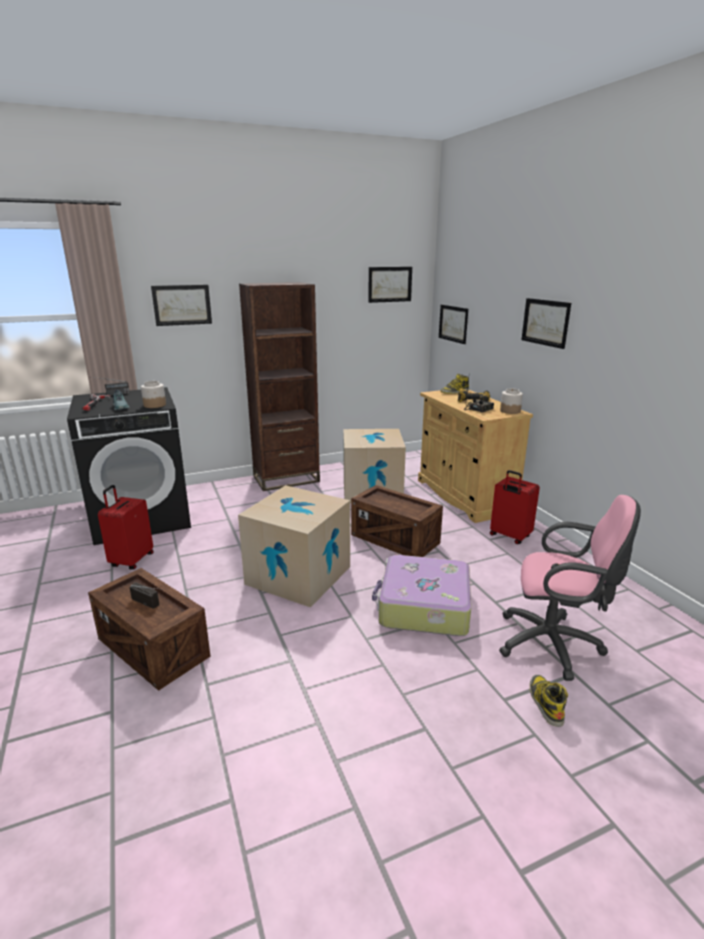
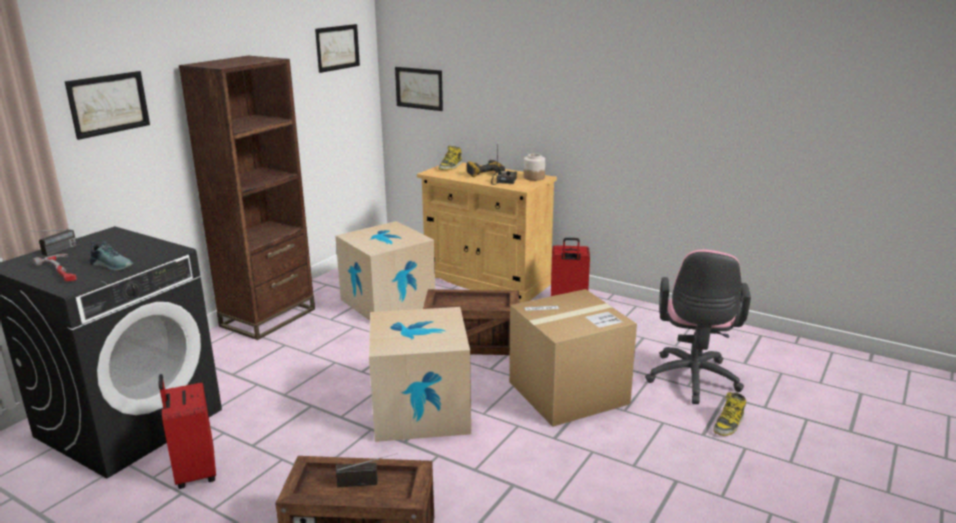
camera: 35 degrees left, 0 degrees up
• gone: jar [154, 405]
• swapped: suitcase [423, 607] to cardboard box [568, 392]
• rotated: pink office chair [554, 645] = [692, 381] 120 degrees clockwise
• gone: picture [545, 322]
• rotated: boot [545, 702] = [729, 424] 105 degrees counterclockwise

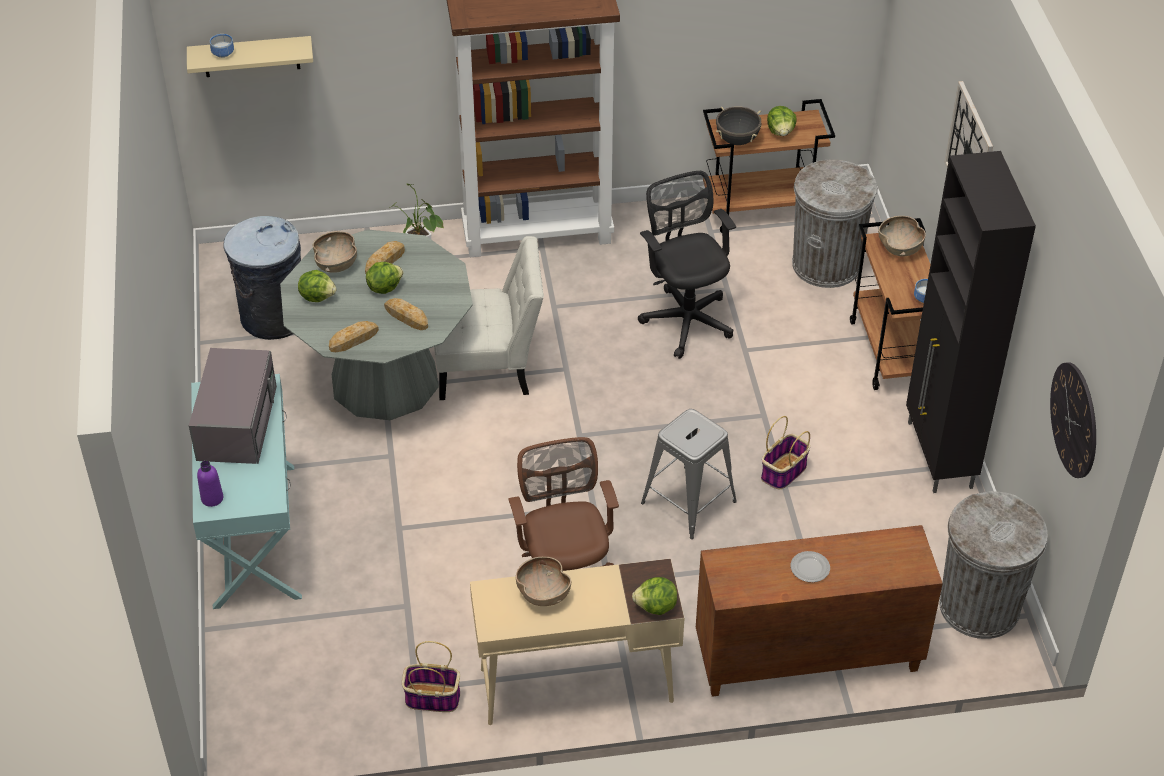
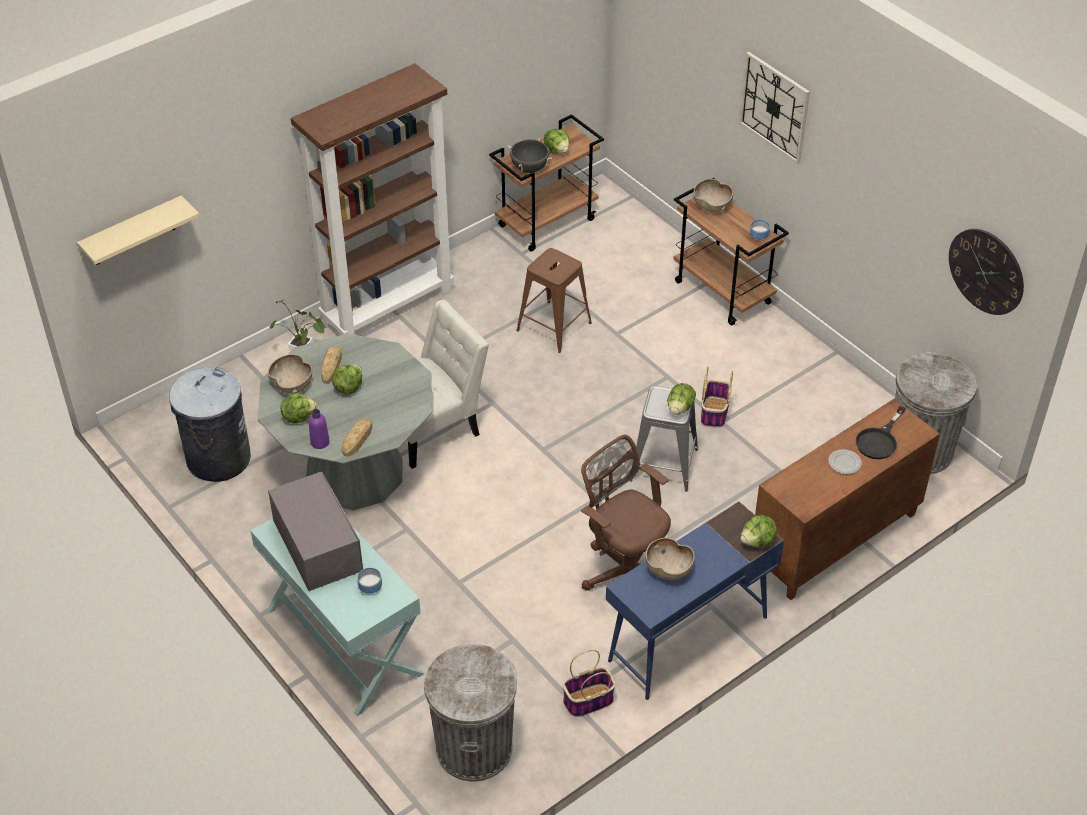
camera: 30 degrees left, 0 degrees up
• shifted: purple bottle [212, 498] to [320, 442]
• shifted: bowl [222, 53] to [369, 587]
• gone: bread [406, 316]
• repainted: beige desk [575, 685] to blue desk [687, 639]
• swapped: black office chair [686, 318] to brown stool [554, 327]
• shifted: grey trash can [825, 264] to [473, 748]
• gone: black cabinet [939, 456]
• new: lettuce [680, 408]
• new: black frying pan [879, 440]

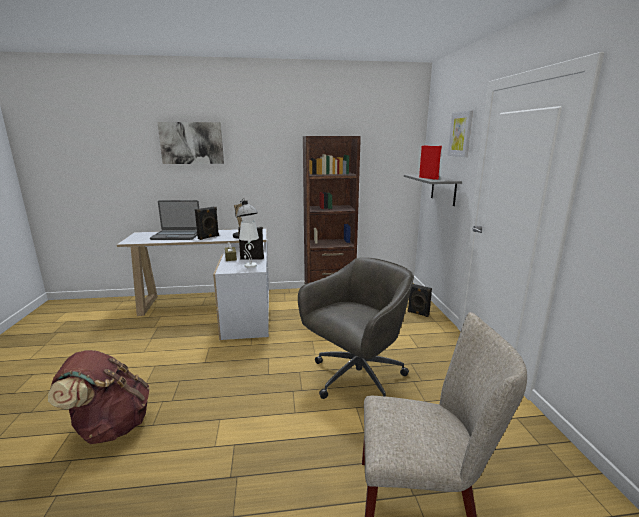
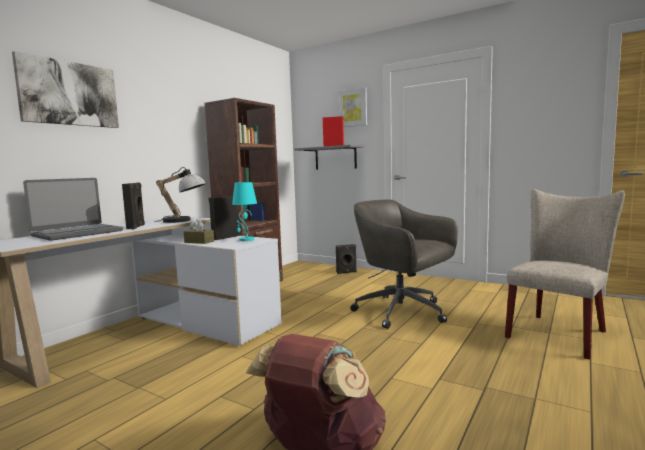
camera: 50 degrees left, 10 degrees down
• repainted: white table lamp [250, 266] to turquoise table lamp [246, 240]
• rotated: grey office chair [355, 378] = [403, 312] 45 degrees counterclockwise

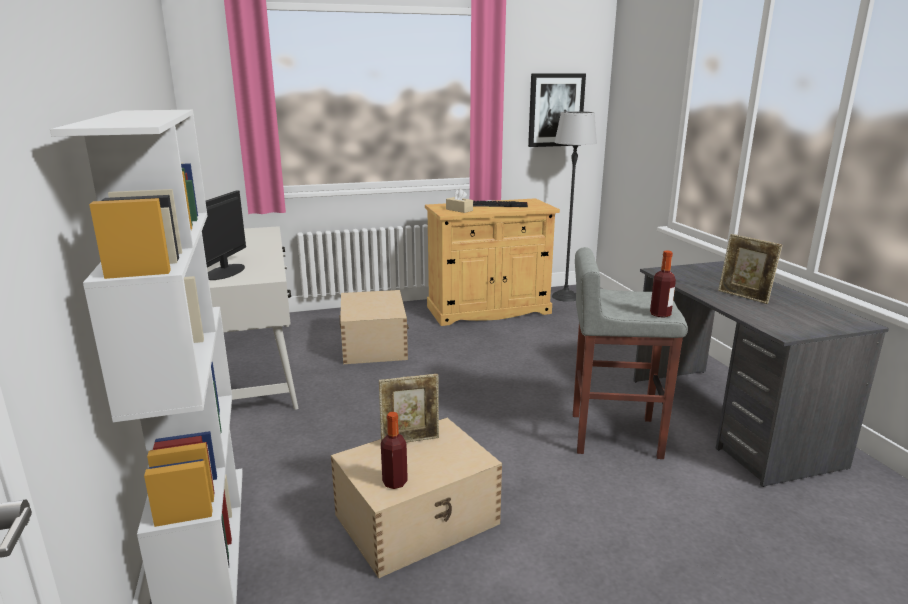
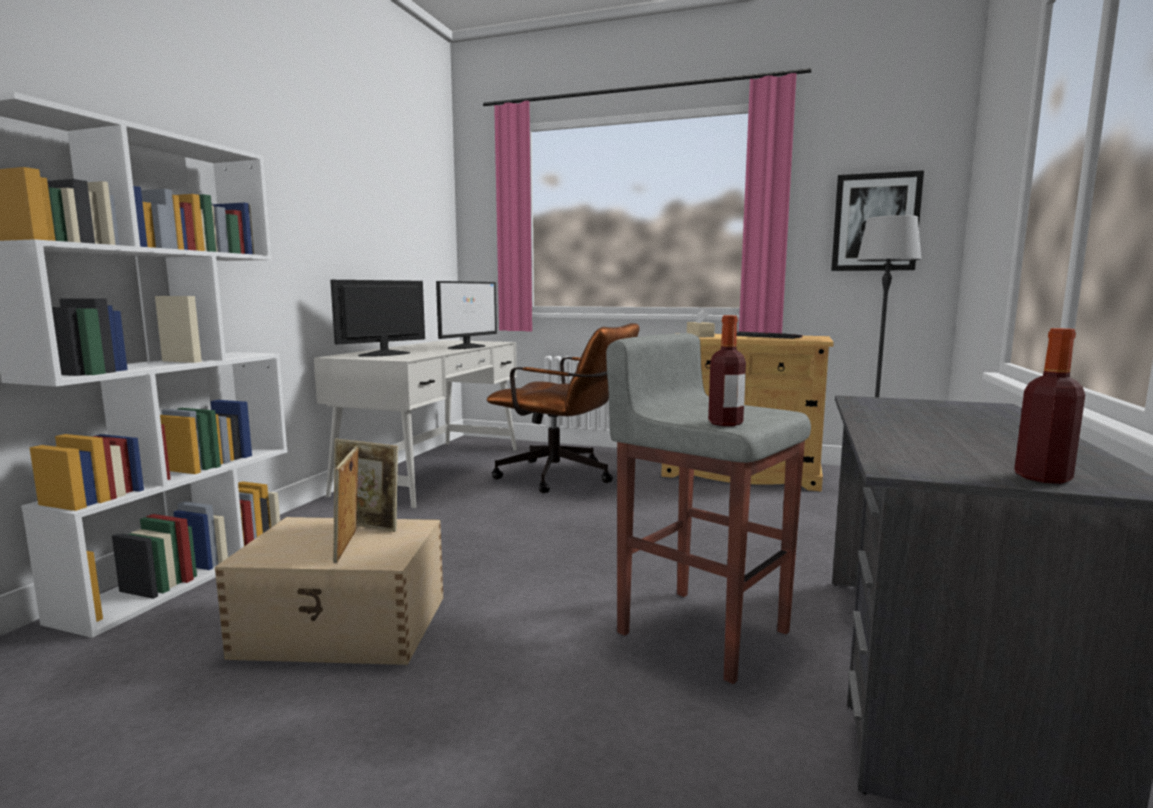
camera: 35 degrees right, 10 degrees down
• swapped: beige storage box [373, 345] to brown office chair [564, 477]
• shifted: bottle [395, 482] to [1042, 478]
• shifted: picture frame [744, 297] to [348, 547]
• new: monitor [467, 347]

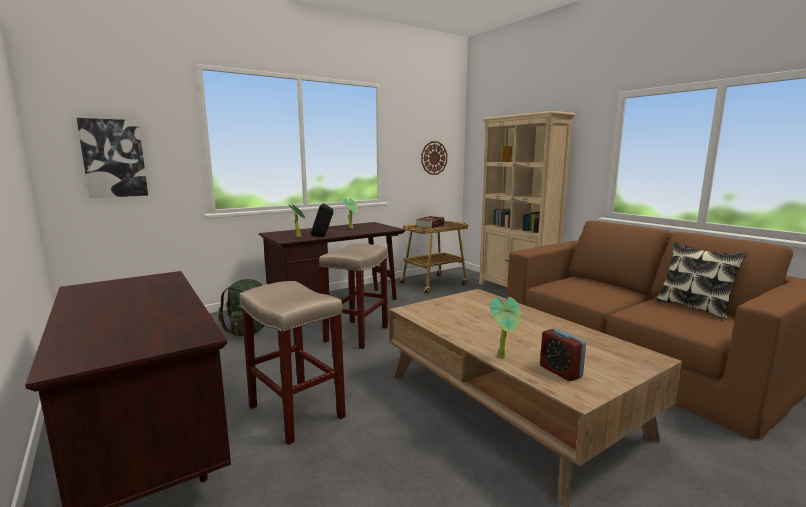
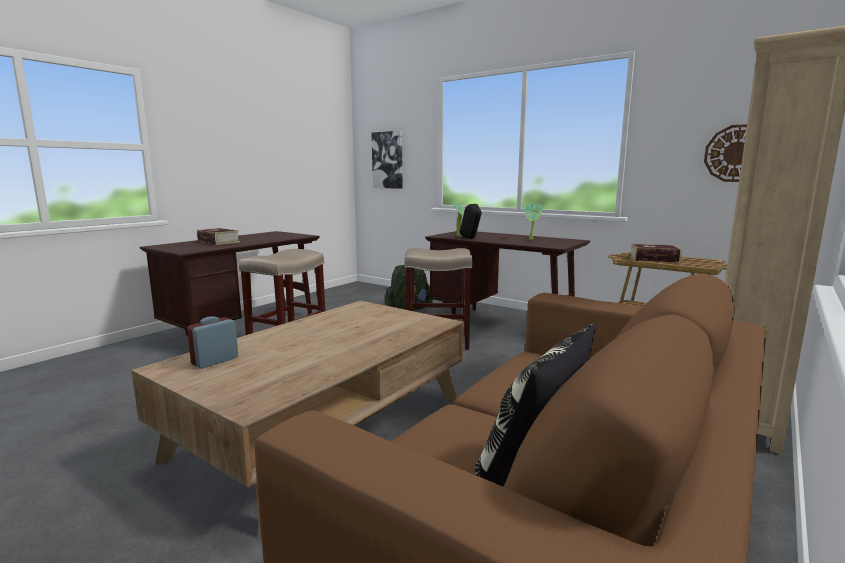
camera: 70 degrees right, 0 degrees up
• gone: potted plant [503, 357]
• new: book [218, 241]

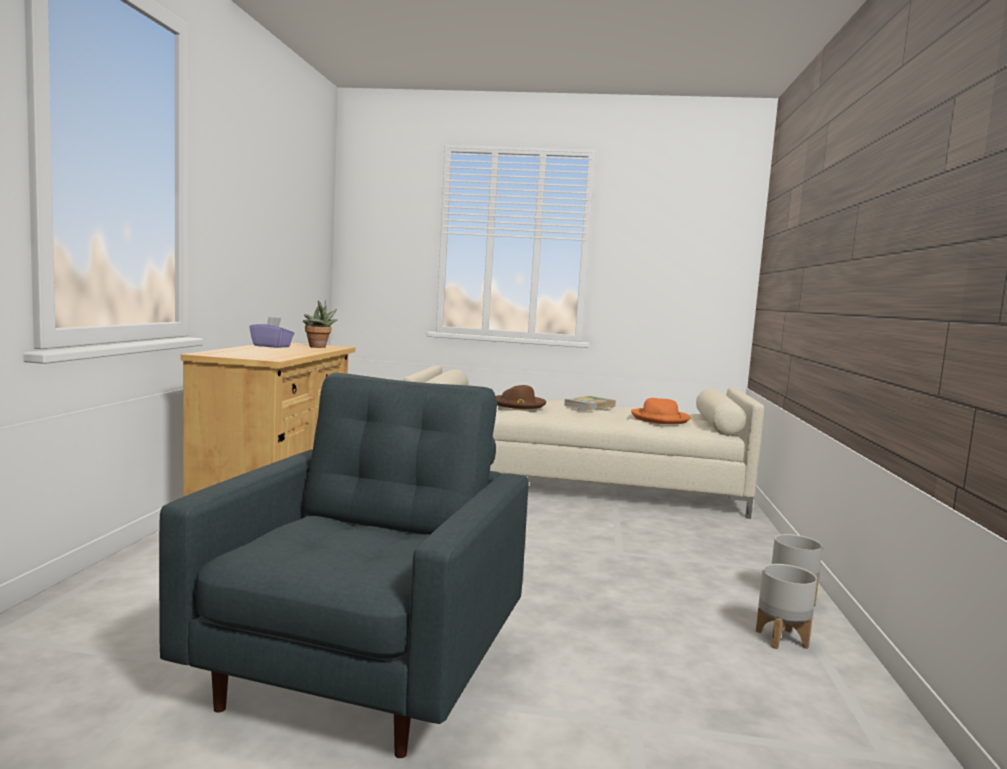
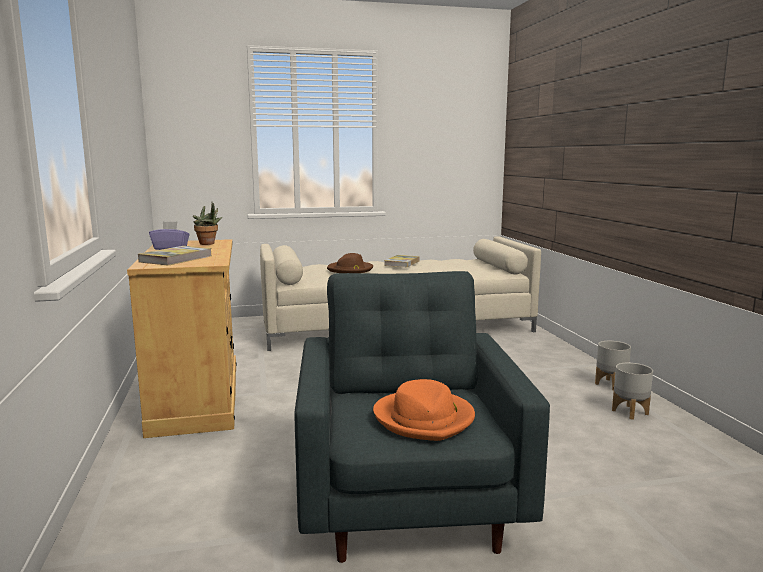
camera: 20 degrees left, 5 degrees up
• shifted: orange hat [660, 419] to [424, 418]
• new: book [176, 259]

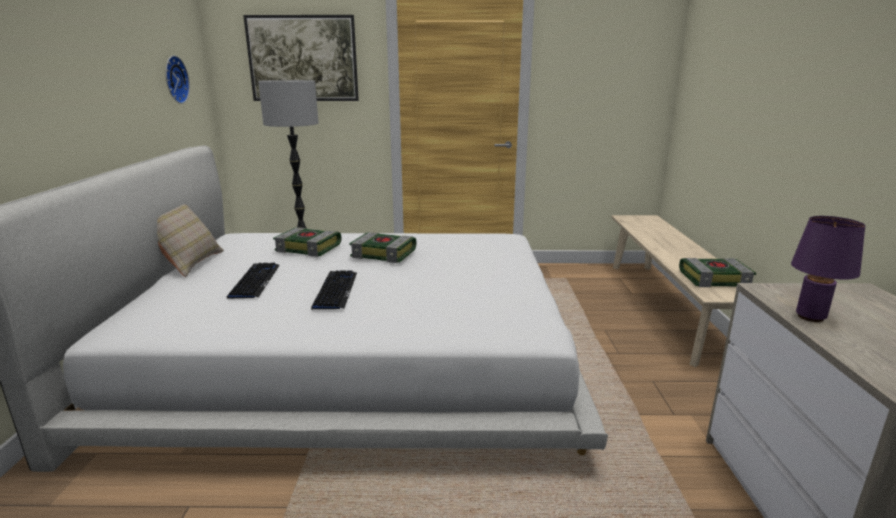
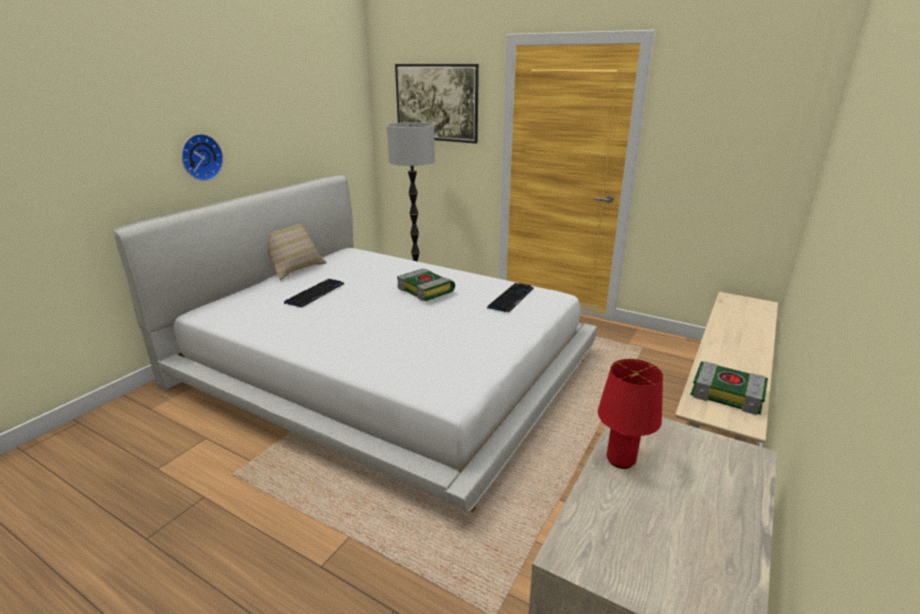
camera: 30 degrees right, 5 degrees up
• shifted: wall clock [174, 79] to [200, 157]
• gone: book [310, 248]
• shifted: keyboard [335, 290] to [511, 298]
• repainted: purple table lamp [810, 317] to red table lamp [621, 460]

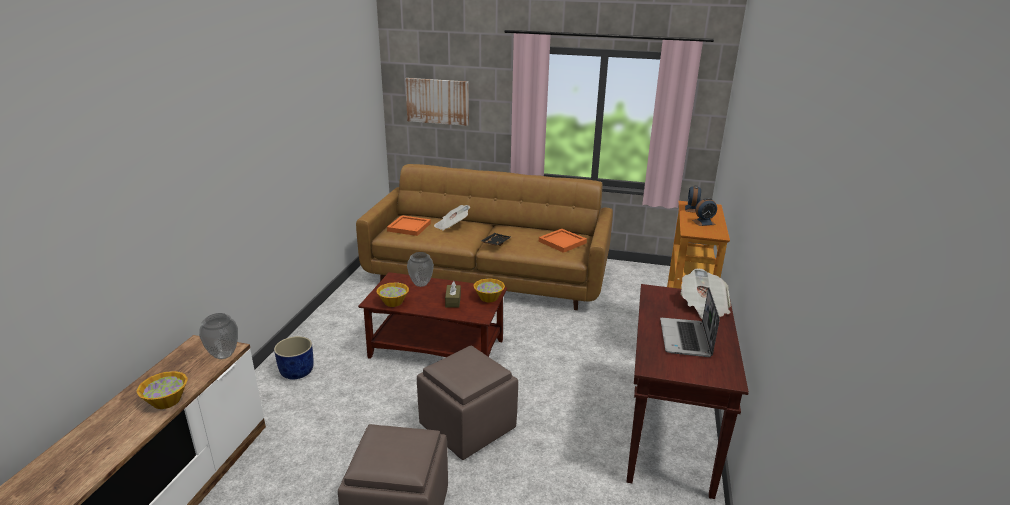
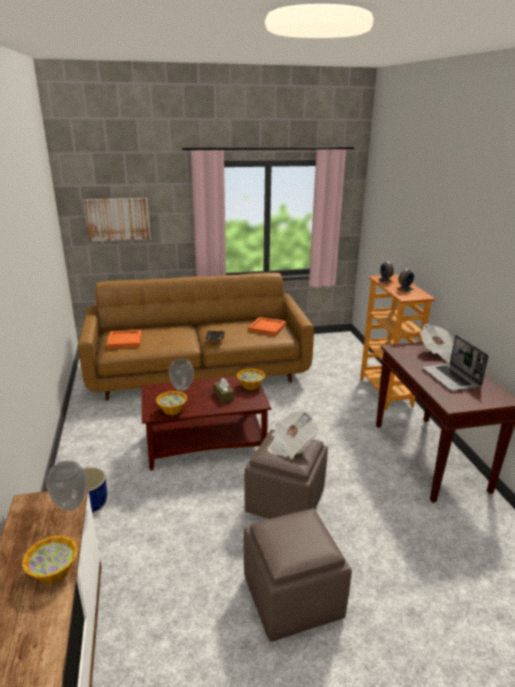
camera: 25 degrees left, 0 degrees up
• shifted: newspaper [451, 226] to [290, 445]

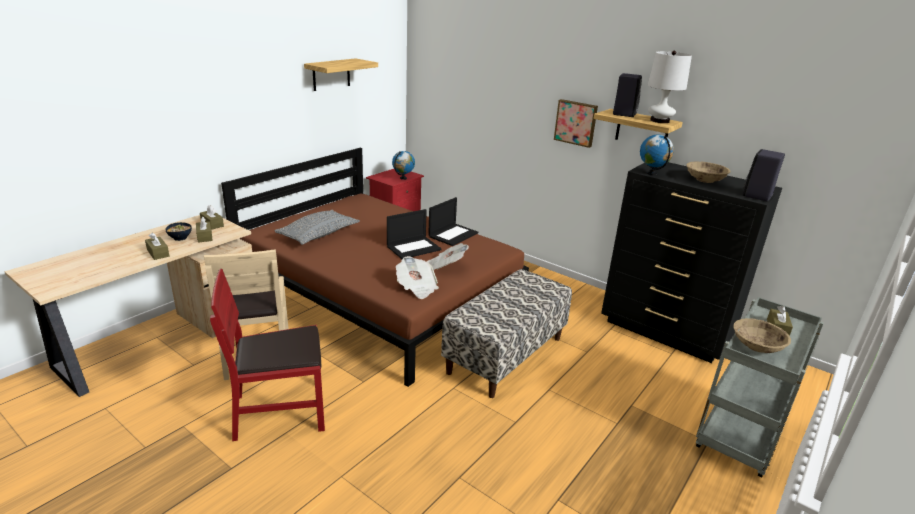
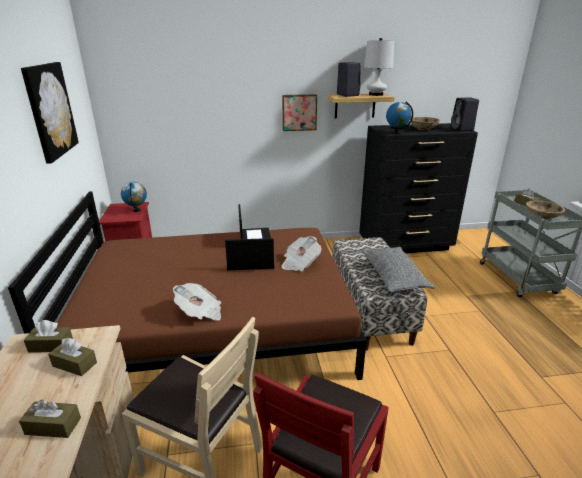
camera: 45 degrees left, 0 degrees up
• gone: bowl [180, 238]
• shifted: grey pillow [318, 235] to [394, 276]
• swapped: shelf [331, 74] to picture [50, 110]
• rotated: laptop [414, 248] = [250, 262] 105 degrees counterclockwise
• shifted: newspaper [416, 288] to [200, 312]

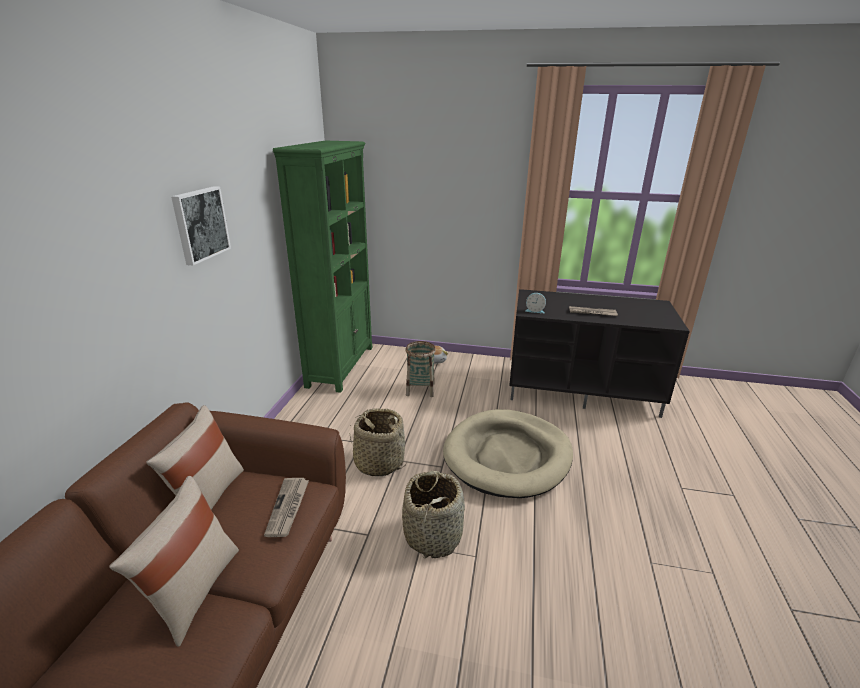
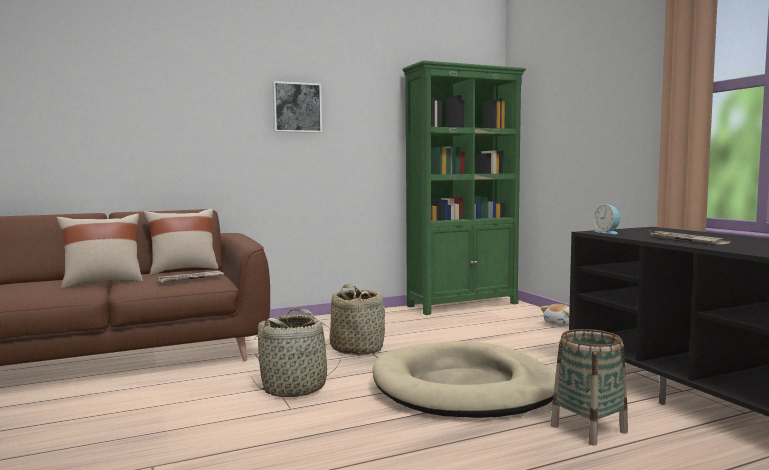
camera: 55 degrees right, 20 degrees down
• shifted: basket [420, 389] to [589, 429]

